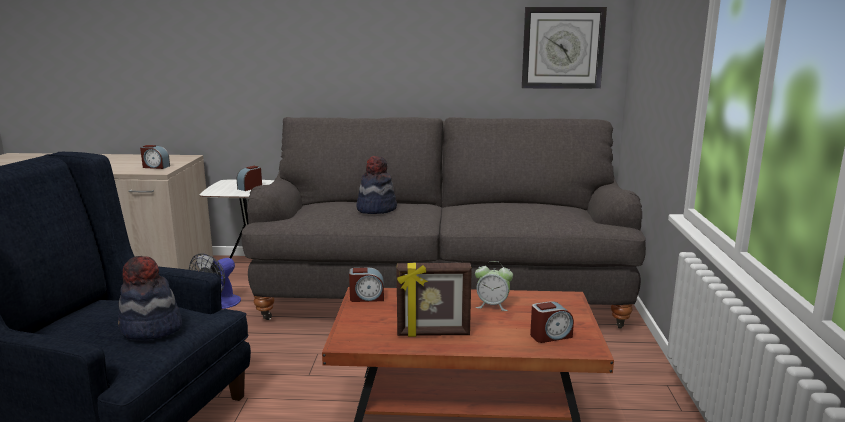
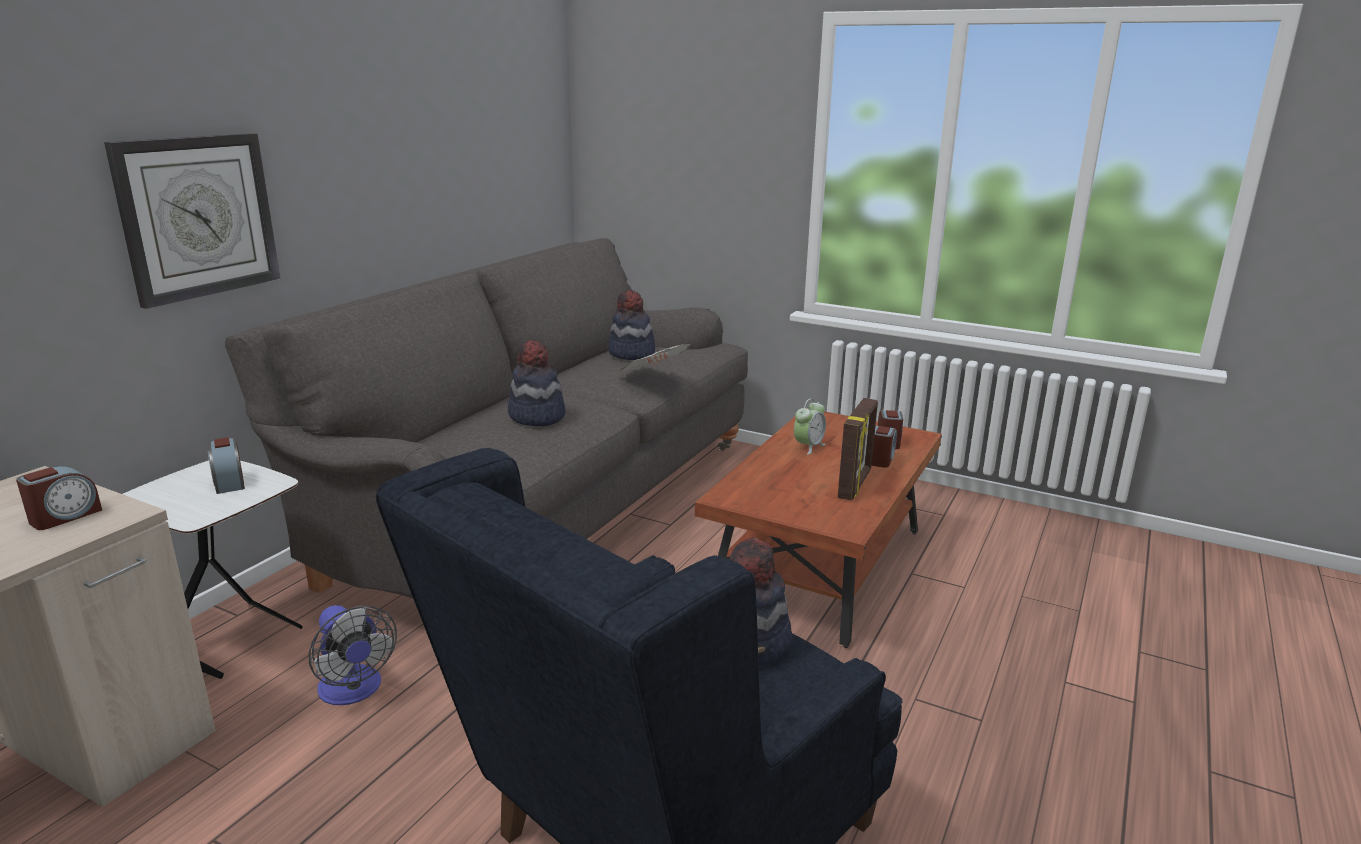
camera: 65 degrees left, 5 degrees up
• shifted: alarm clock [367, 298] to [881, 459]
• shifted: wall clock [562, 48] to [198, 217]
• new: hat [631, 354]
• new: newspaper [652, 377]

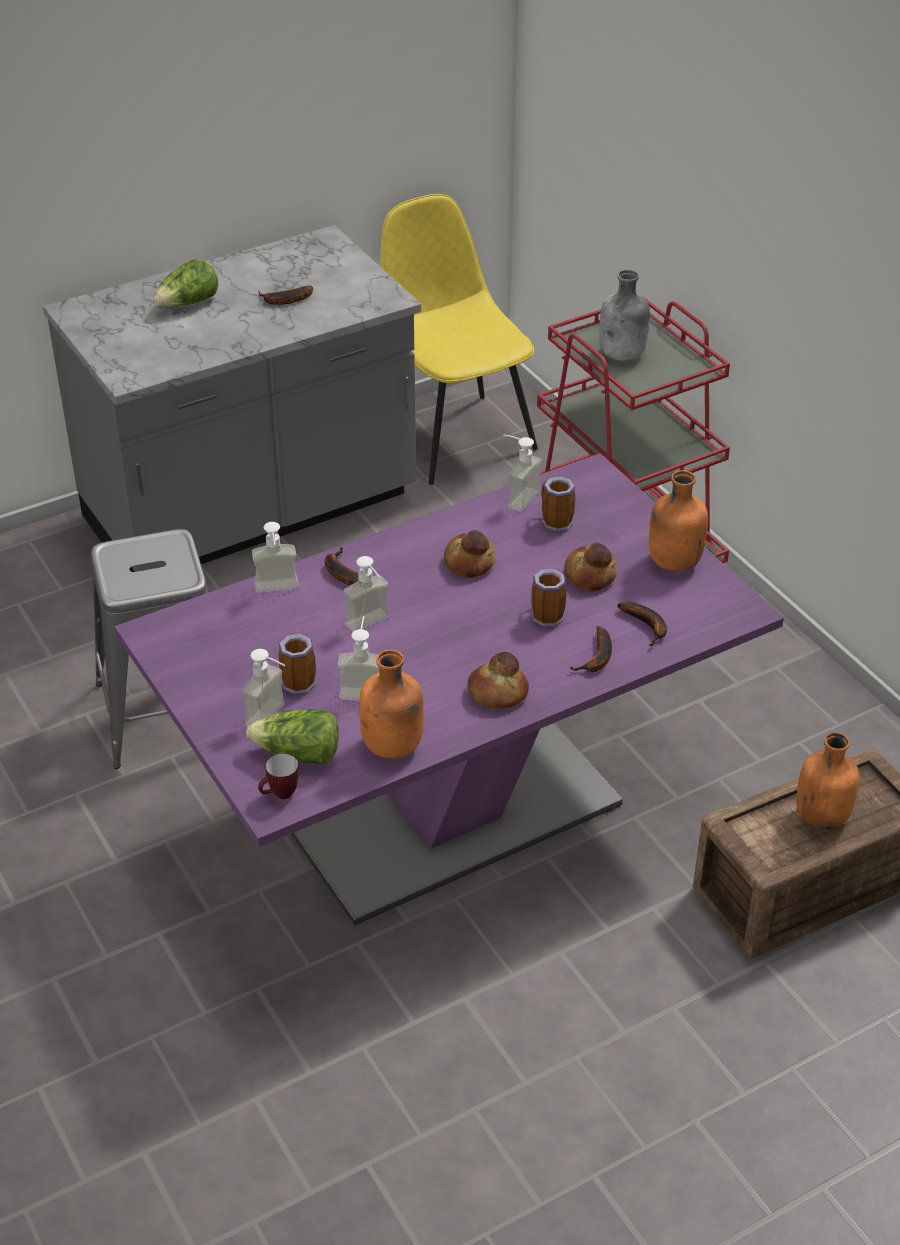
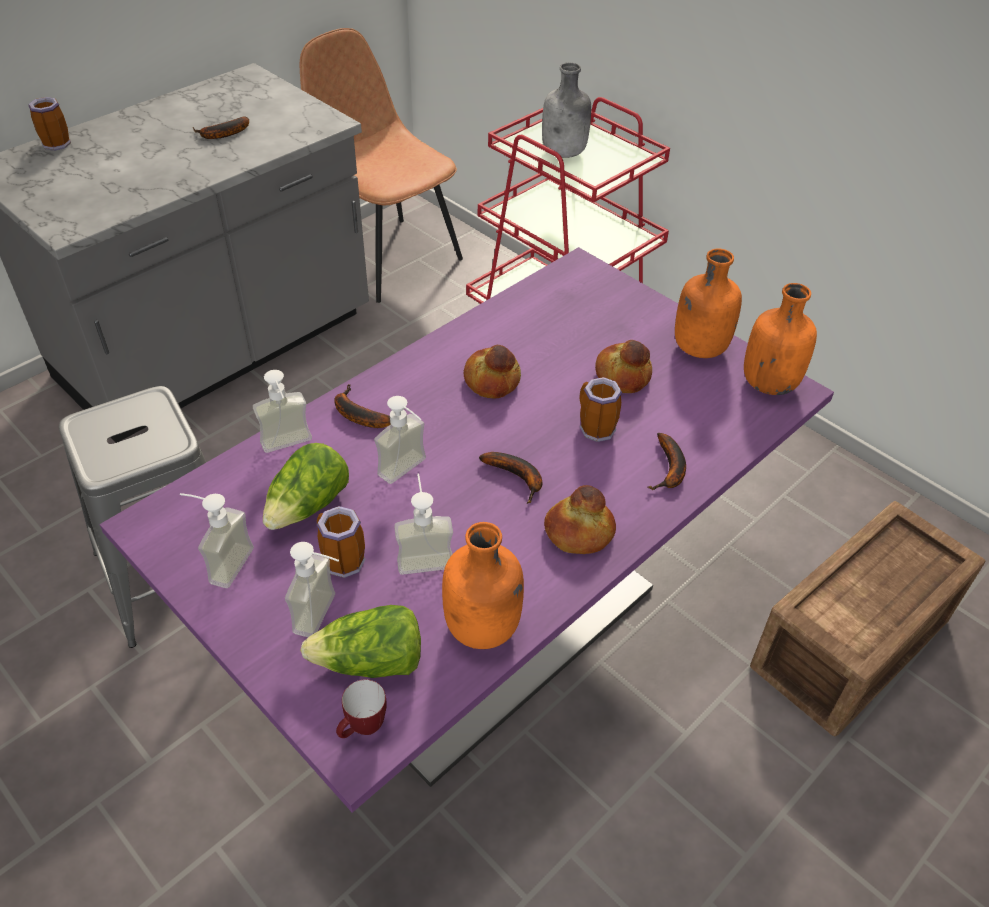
camera: 15 degrees left, 5 degrees up
• shifted: lettuce [188, 303] to [308, 506]
• repainted: yellow chair [455, 437] to brown chair [388, 257]
• shifted: soap dispenser [516, 497] to [221, 562]
• shifted: mug [554, 522] to [54, 144]
• shifted: banana [647, 626] to [518, 477]
• shifted: orange bottle [821, 816] to [769, 383]

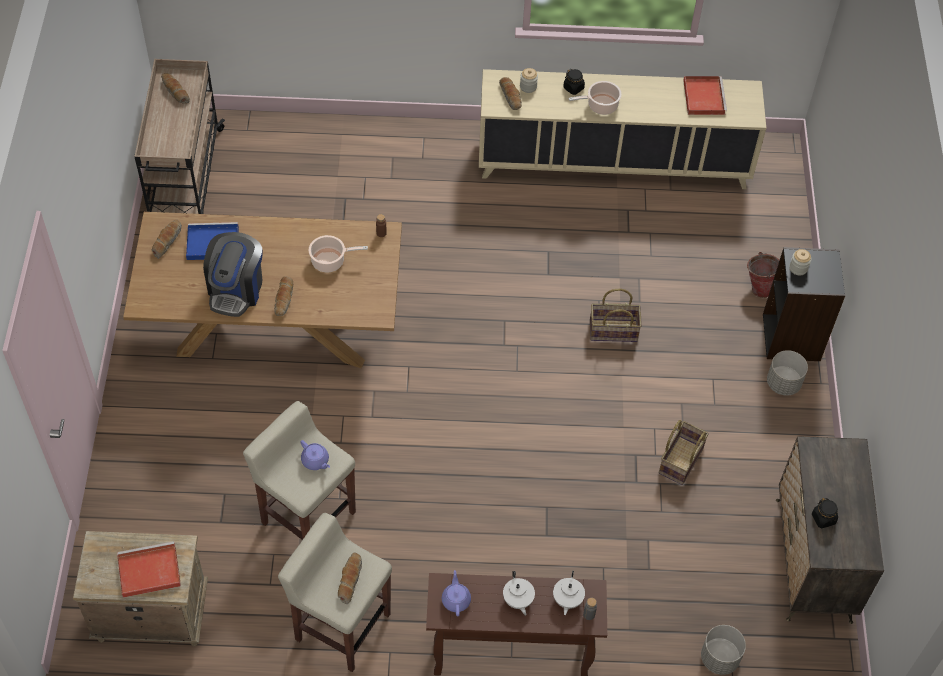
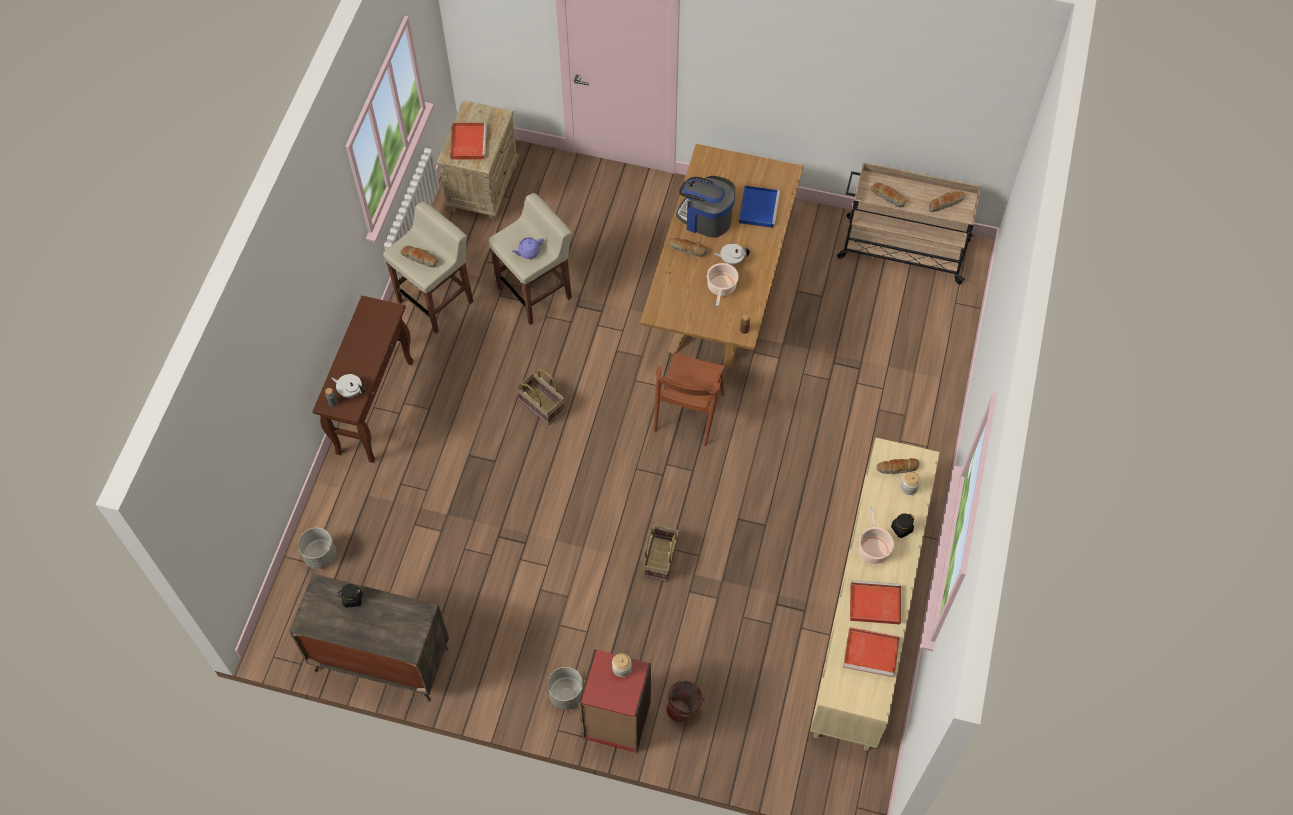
camera: 105 degrees right, 5 degrees up
• shifted: bread [167, 241] to [888, 197]
• gone: purple teapot [456, 600]
• shifted: white teapot [517, 600] to [731, 260]
• shifted: basket [680, 460] to [542, 405]
• repainted: black bookcase [792, 337] to red bookcase [616, 721]
• new: brown chair [688, 412]
• new: red tray [873, 604]

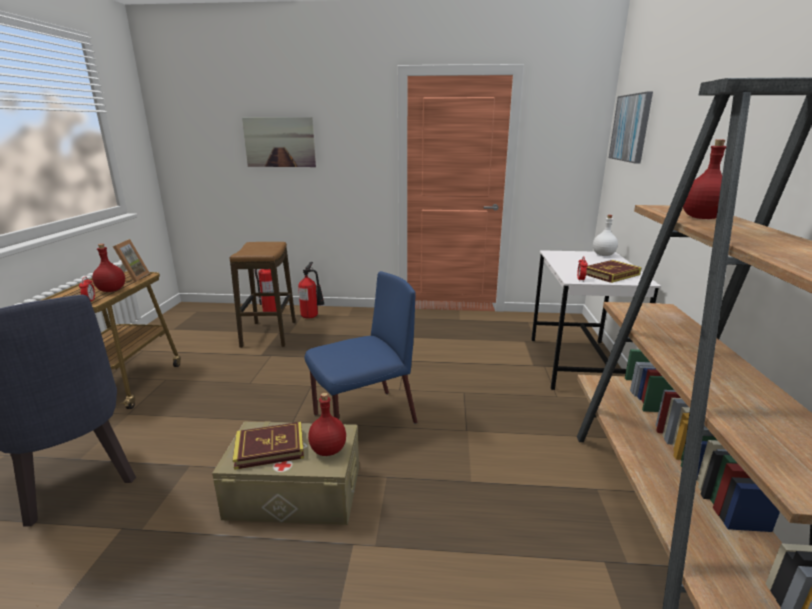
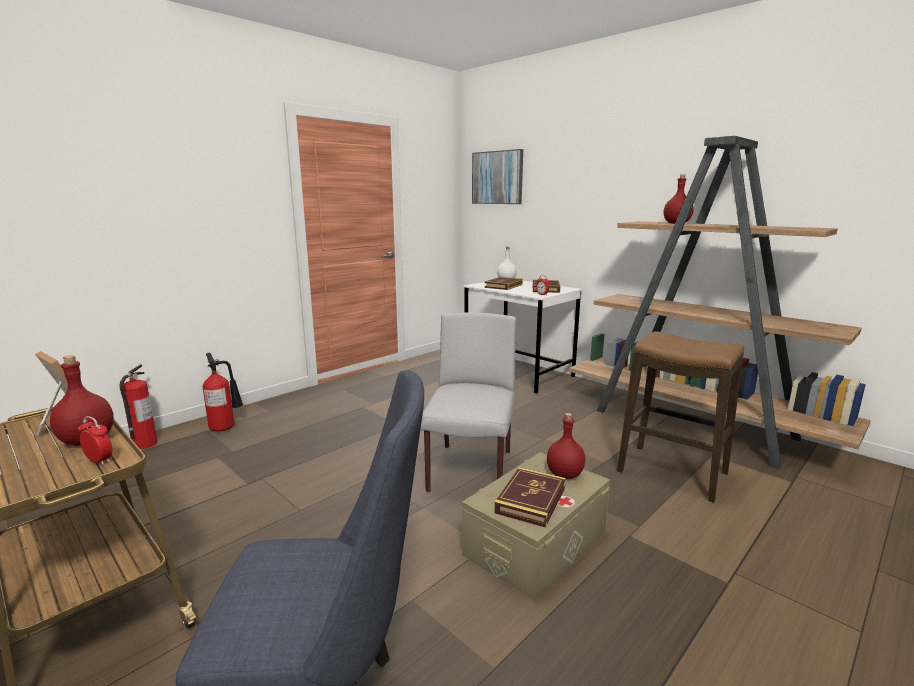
camera: 50 degrees left, 5 degrees down
• shifted: stool [269, 334] to [672, 473]
• gone: picture [279, 142]
• repainted: blue chair [363, 419] to grey chair [470, 472]
• new: book [503, 286]

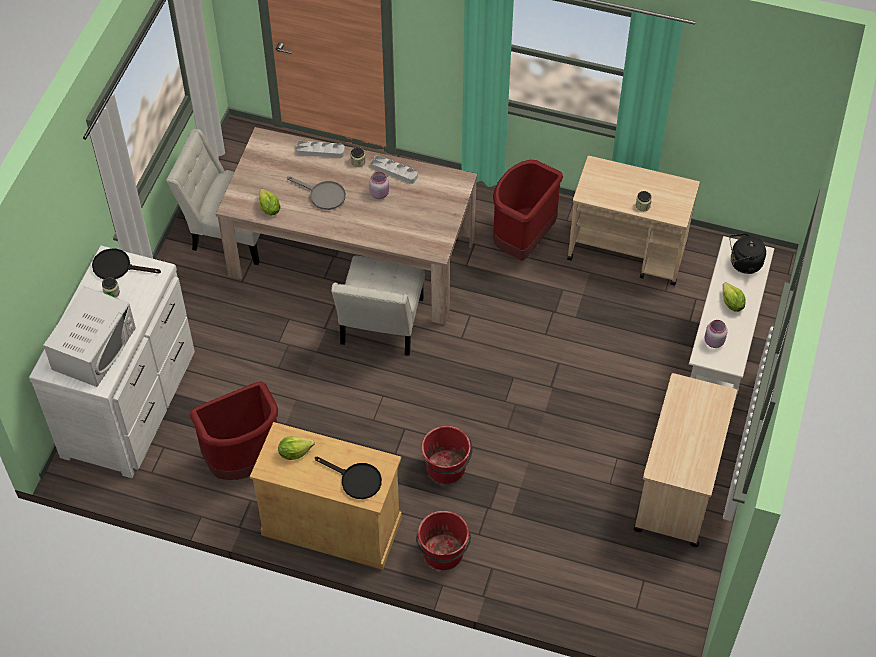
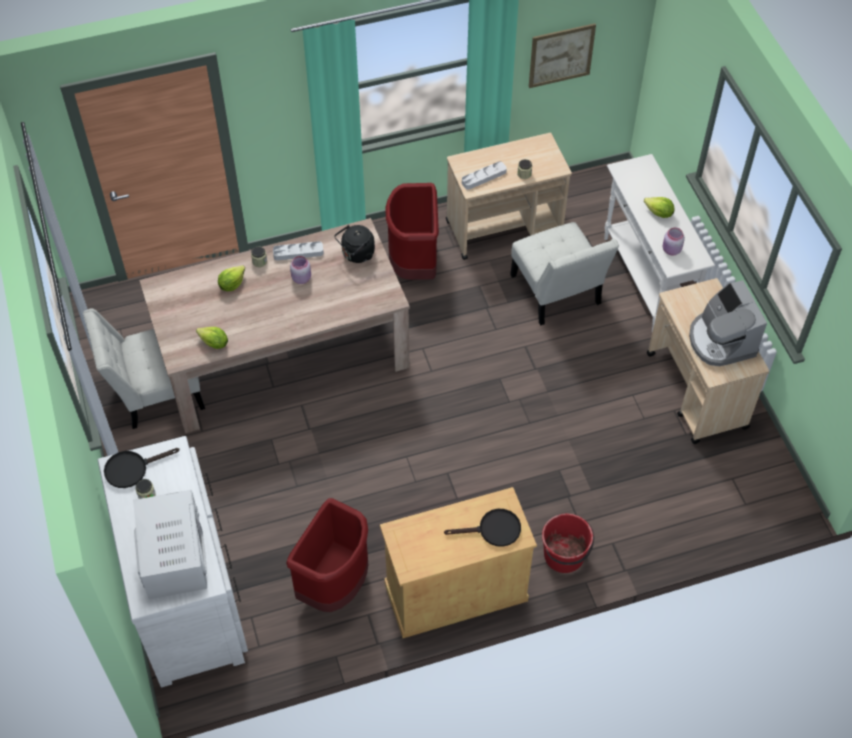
camera: 35 degrees left, 0 degrees up
• shifted: lettuce [294, 452] to [232, 284]
• gone: grey frying pan [323, 195]
• shifted: grey tray [320, 151] to [484, 177]
• shifted: white chair [380, 326] to [557, 294]
• gone: red bucket [446, 467]
• shifted: black kettle [743, 264] to [356, 254]
• new: picture [561, 55]
• new: coffee machine [721, 341]

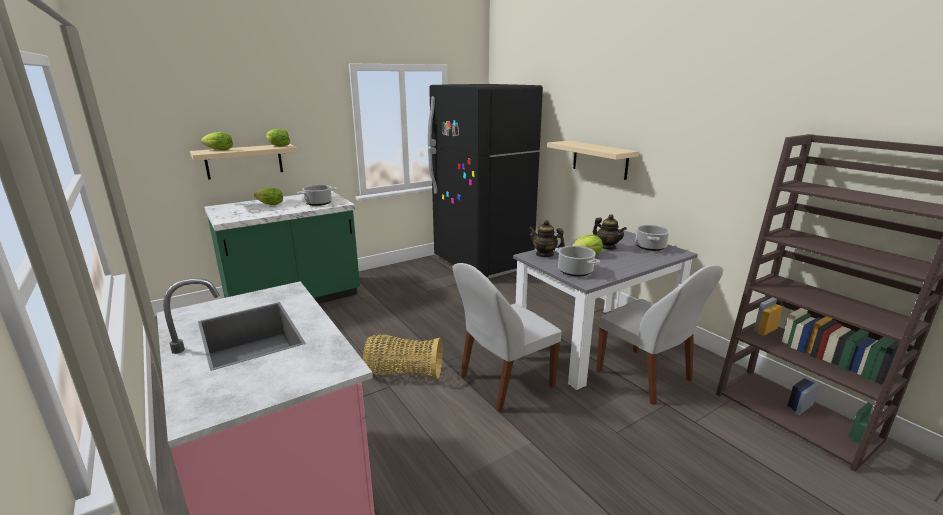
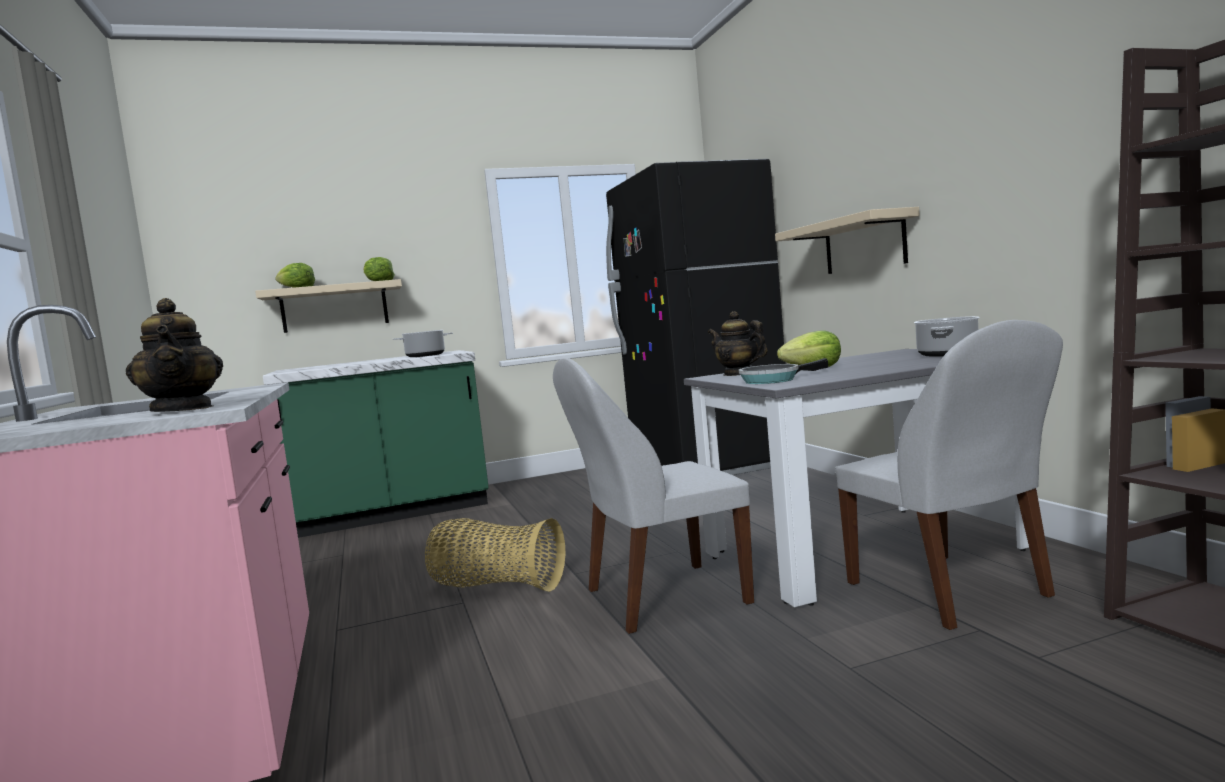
camera: 15 degrees right, 15 degrees down
• gone: lettuce [270, 204]
• swapped: cooking pot [574, 271] to frying pan [773, 380]
• shifted: teapot [607, 247] to [183, 410]

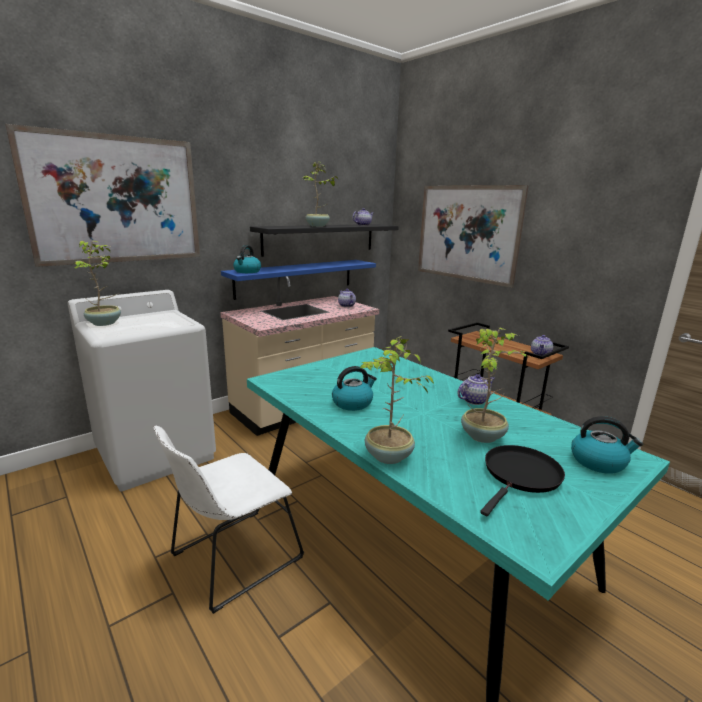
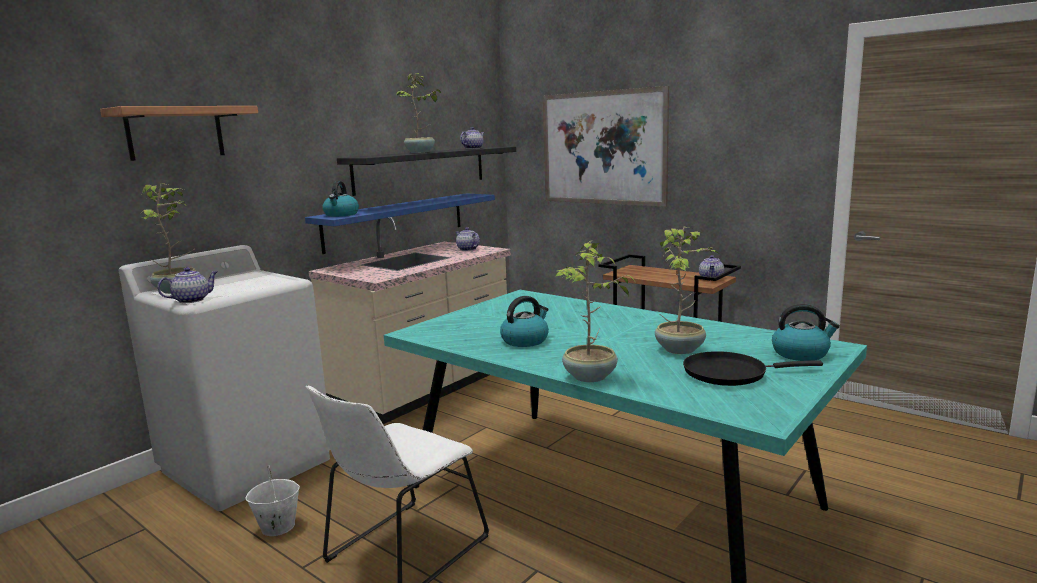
camera: 10 degrees left, 5 degrees down
• swapped: picture [117, 200] to shelf [175, 133]
• shifted: teapot [474, 400] to [192, 300]
• rotated: black frying pan [520, 475] = [730, 373] 120 degrees counterclockwise
• new: white bucket [277, 527]

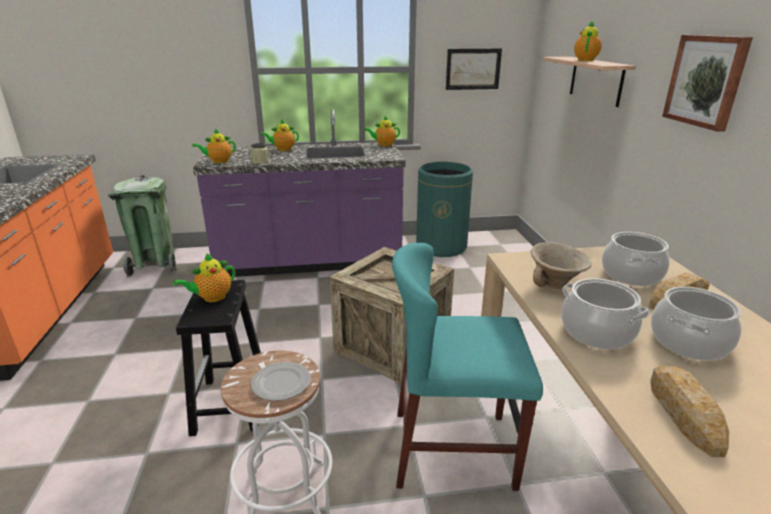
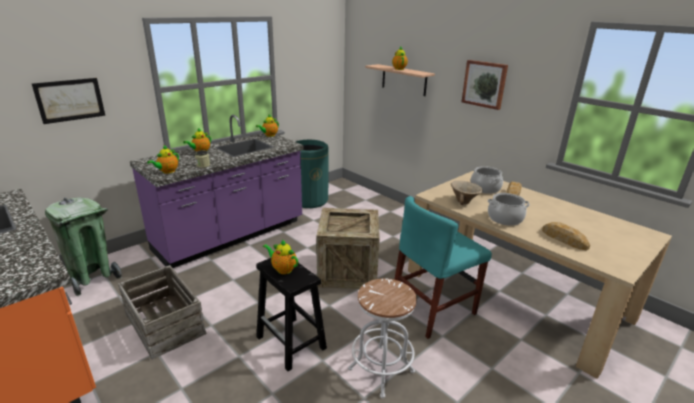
camera: 35 degrees left, 0 degrees up
• rotated: teapot [212, 298] = [283, 269] 105 degrees clockwise
• gone: plate [281, 383]
• shifted: picture [473, 69] to [70, 100]
• gone: cooking pot [688, 342]
• new: crate [164, 324]

